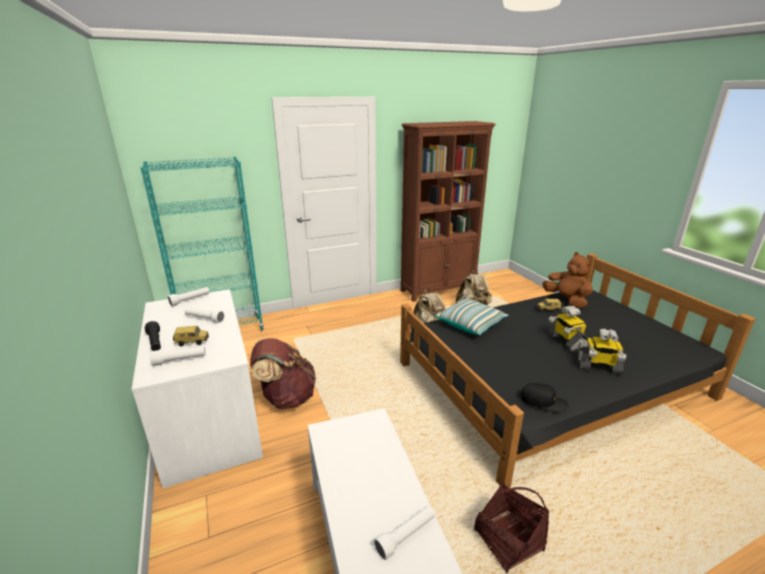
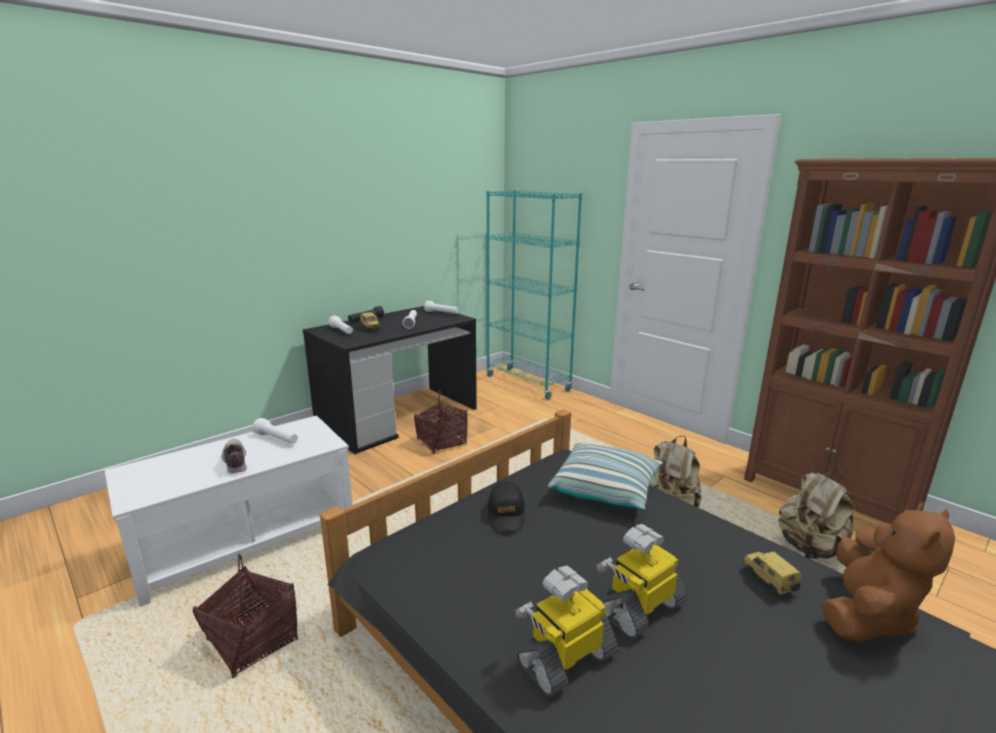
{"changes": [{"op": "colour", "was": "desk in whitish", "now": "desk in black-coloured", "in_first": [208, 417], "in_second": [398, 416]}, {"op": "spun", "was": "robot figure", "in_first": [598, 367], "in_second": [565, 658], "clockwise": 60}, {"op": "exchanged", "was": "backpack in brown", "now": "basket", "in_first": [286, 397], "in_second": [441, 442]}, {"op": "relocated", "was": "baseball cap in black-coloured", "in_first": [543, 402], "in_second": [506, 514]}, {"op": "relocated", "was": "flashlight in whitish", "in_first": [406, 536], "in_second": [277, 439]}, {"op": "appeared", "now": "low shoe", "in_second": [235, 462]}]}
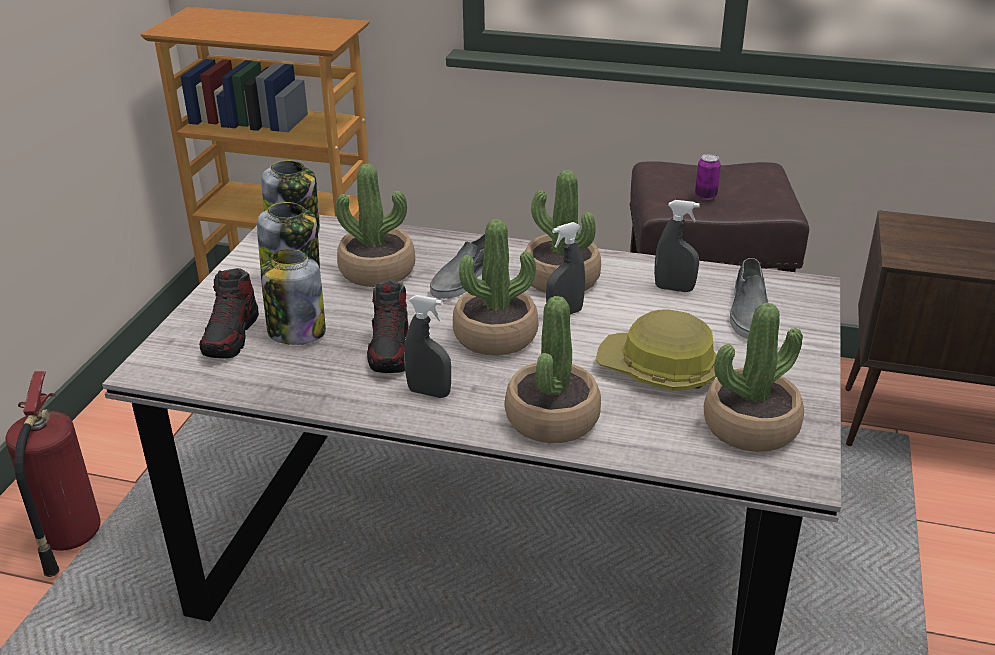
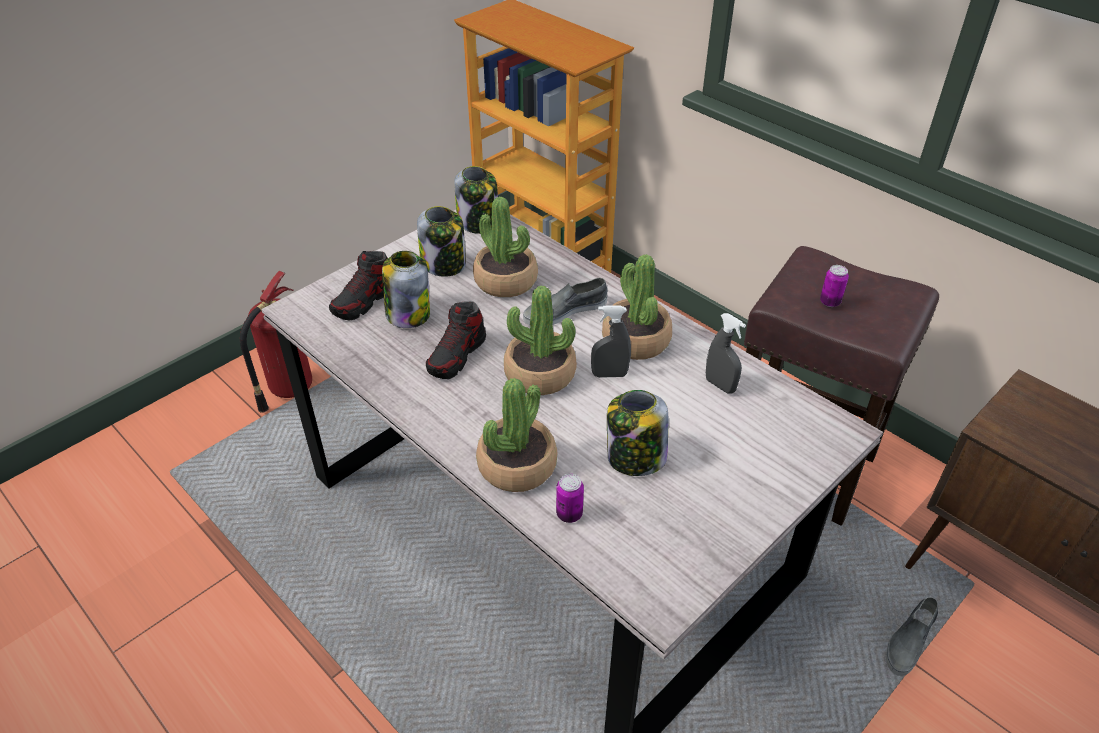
{"changes": [{"op": "relocated", "was": "low shoe in greyish", "in_first": [748, 313], "in_second": [909, 641]}, {"op": "missing", "was": "hand sprayer in greyish", "in_first": [429, 392]}, {"op": "missing", "was": "houseplant", "in_first": [750, 426]}, {"op": "exchanged", "was": "work helmet", "now": "preserve jar", "in_first": [658, 370], "in_second": [635, 458]}, {"op": "appeared", "now": "sealed can", "in_second": [569, 514]}]}
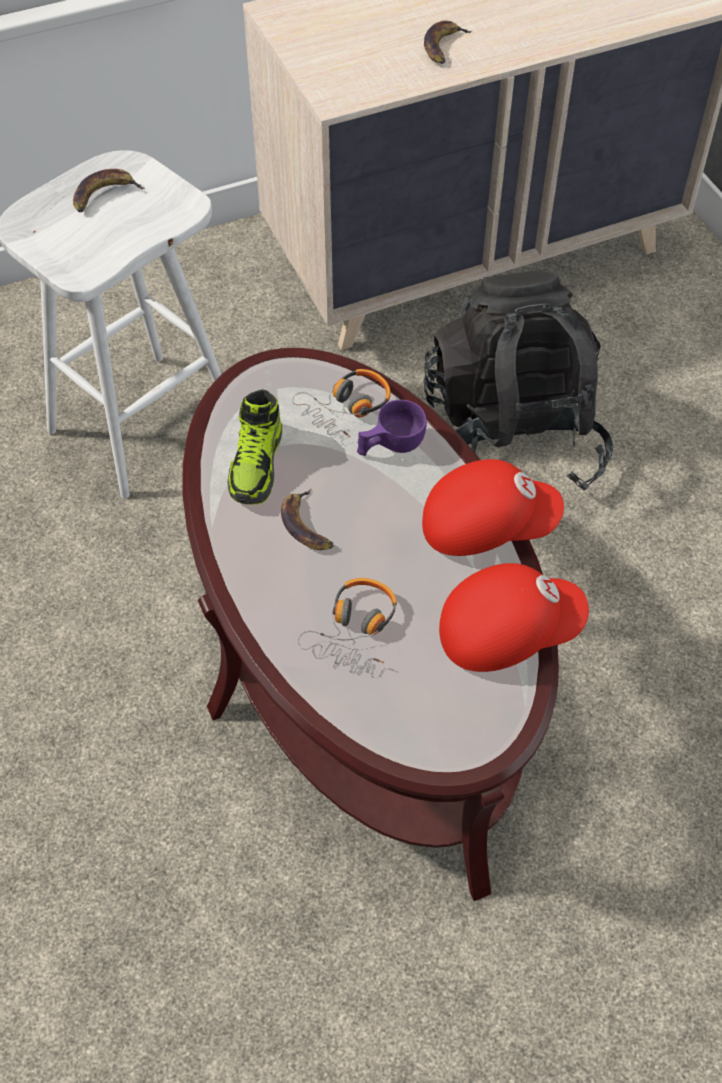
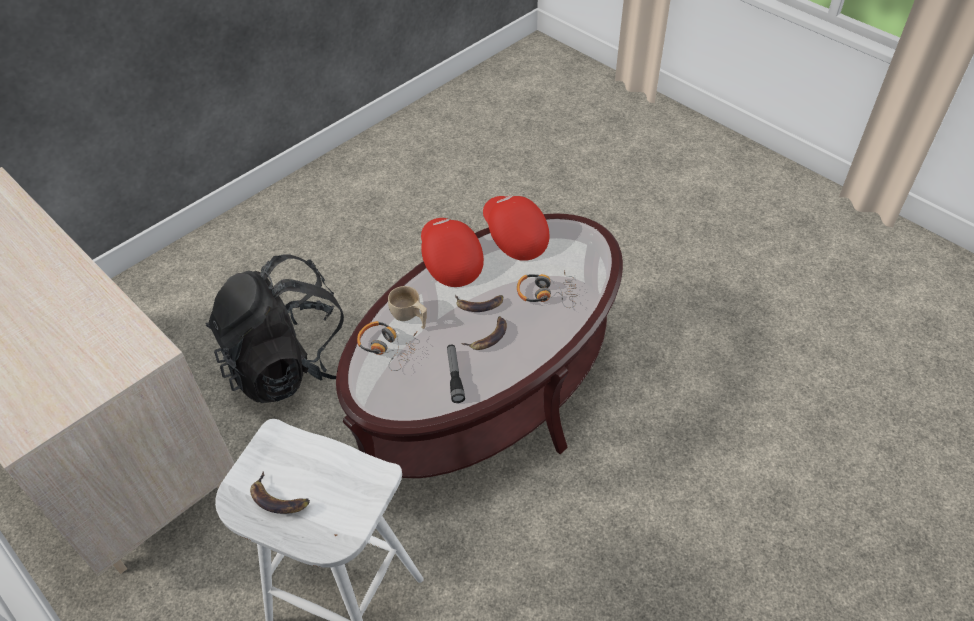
{"changes": [{"op": "relocated", "was": "banana fruit", "in_first": [443, 47], "in_second": [479, 304]}, {"op": "exchanged", "was": "low shoe", "now": "flashlight", "in_first": [257, 465], "in_second": [454, 376]}, {"op": "colour", "was": "drinking cup in purple", "now": "drinking cup in beige-coloured", "in_first": [390, 446], "in_second": [410, 318]}]}
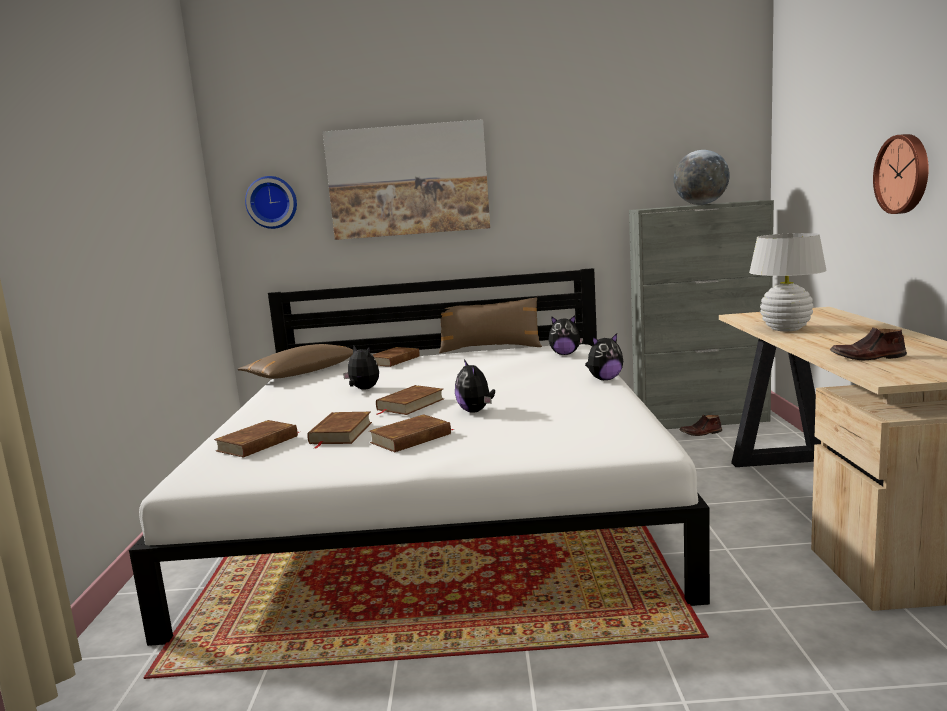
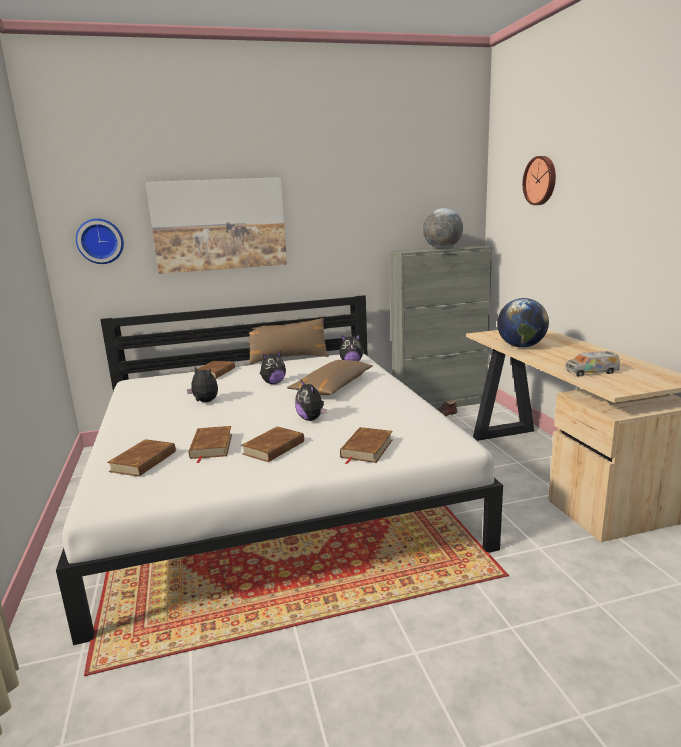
{"changes": [{"op": "relocated", "was": "wall clock", "in_first": [904, 174], "in_second": [541, 180]}, {"op": "exchanged", "was": "lamp for a table in whitish", "now": "world globe", "in_first": [785, 329], "in_second": [521, 346]}, {"op": "exchanged", "was": "low shoe in brown", "now": "toy truck", "in_first": [868, 357], "in_second": [591, 372]}, {"op": "relocated", "was": "plush toy", "in_first": [604, 379], "in_second": [273, 383]}, {"op": "relocated", "was": "throw pillow in brown", "in_first": [302, 372], "in_second": [333, 386]}, {"op": "relocated", "was": "volume in brown", "in_first": [410, 404], "in_second": [366, 448]}]}
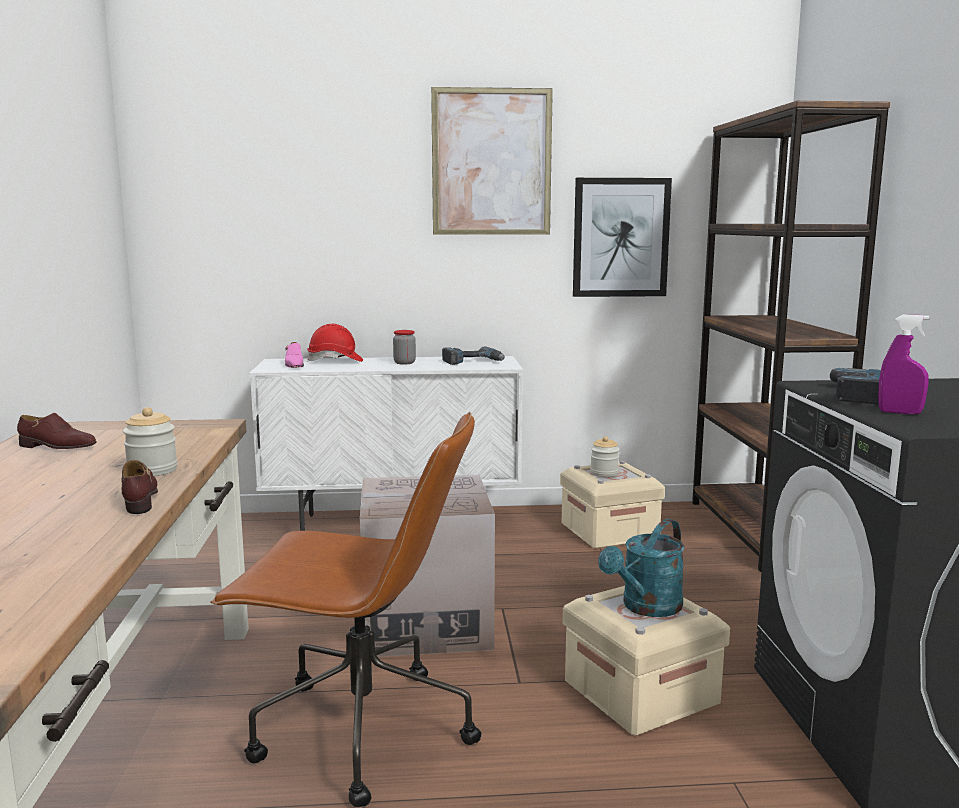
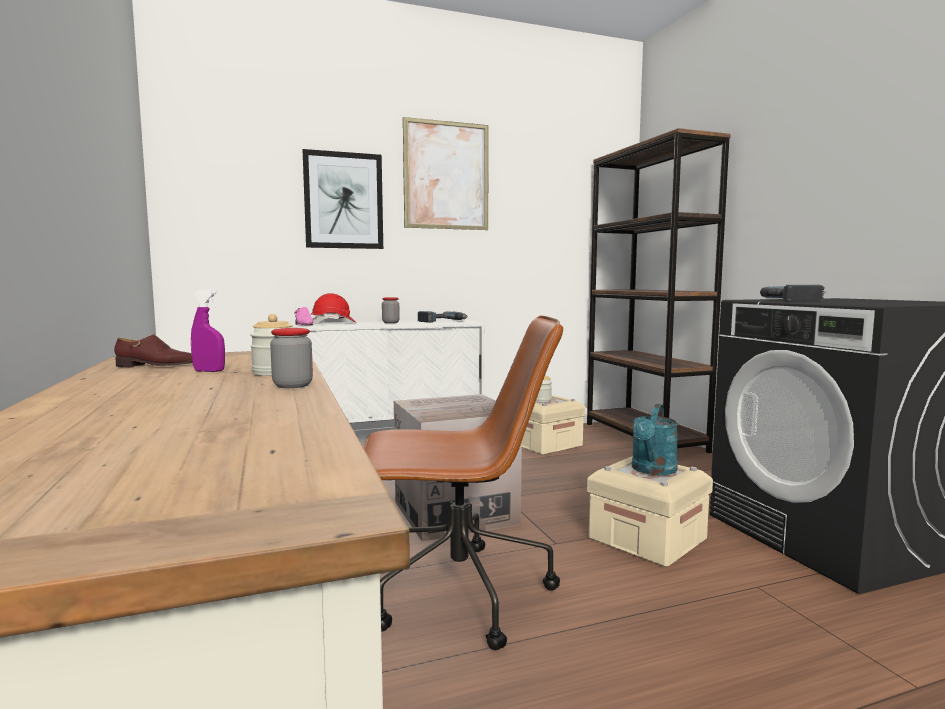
{"changes": [{"op": "relocated", "was": "picture", "in_first": [620, 237], "in_second": [343, 201]}, {"op": "relocated", "was": "hand sprayer in purple", "in_first": [900, 412], "in_second": [209, 371]}, {"op": "exchanged", "was": "low shoe in brown", "now": "preserve jar", "in_first": [140, 499], "in_second": [292, 385]}]}
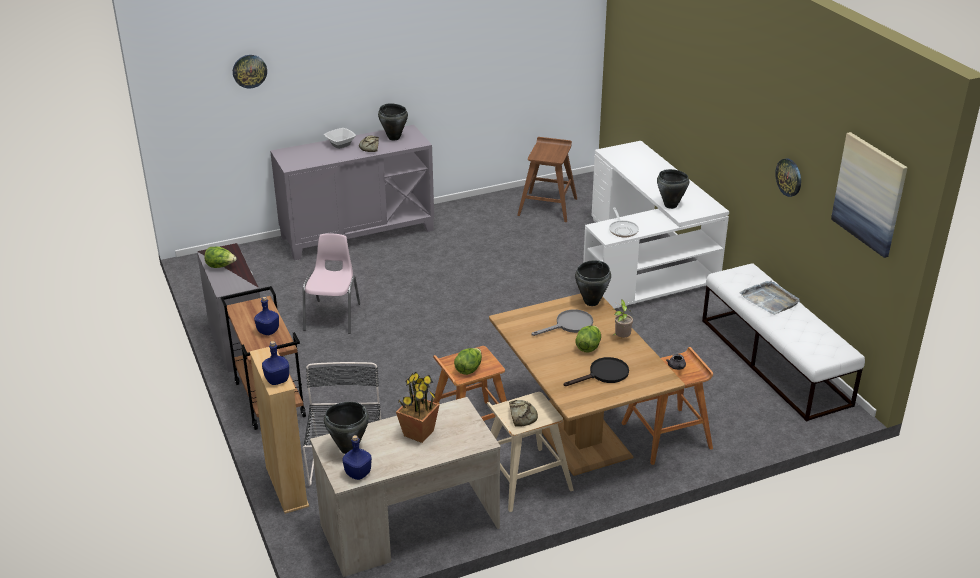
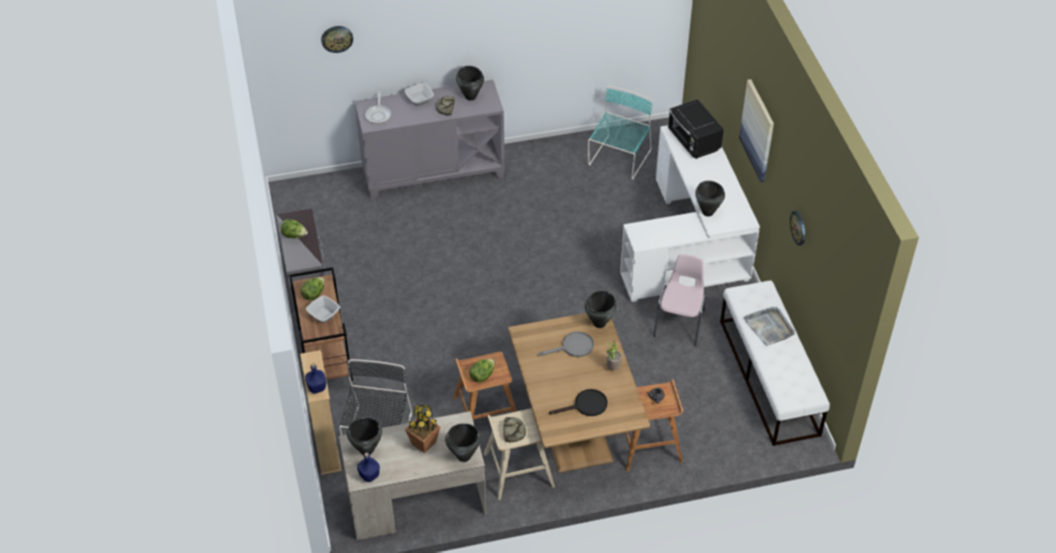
{"changes": [{"op": "relocated", "was": "picture", "in_first": [869, 194], "in_second": [758, 130]}, {"op": "exchanged", "was": "sitting stool in brown", "now": "plain chair in turquoise-coloured", "in_first": [548, 206], "in_second": [618, 159]}, {"op": "relocated", "was": "skillet", "in_first": [623, 230], "in_second": [378, 115]}, {"op": "relocated", "was": "plain chair in pink", "in_first": [333, 316], "in_second": [680, 322]}, {"op": "exchanged", "was": "drink bottle in blue-coloured", "now": "bowl", "in_first": [268, 331], "in_second": [323, 316]}, {"op": "relocated", "was": "lettuce", "in_first": [588, 347], "in_second": [314, 294]}, {"op": "appeared", "now": "microwave in black-coloured", "in_second": [693, 142]}, {"op": "appeared", "now": "cooking pot in black-coloured", "in_second": [464, 456]}]}
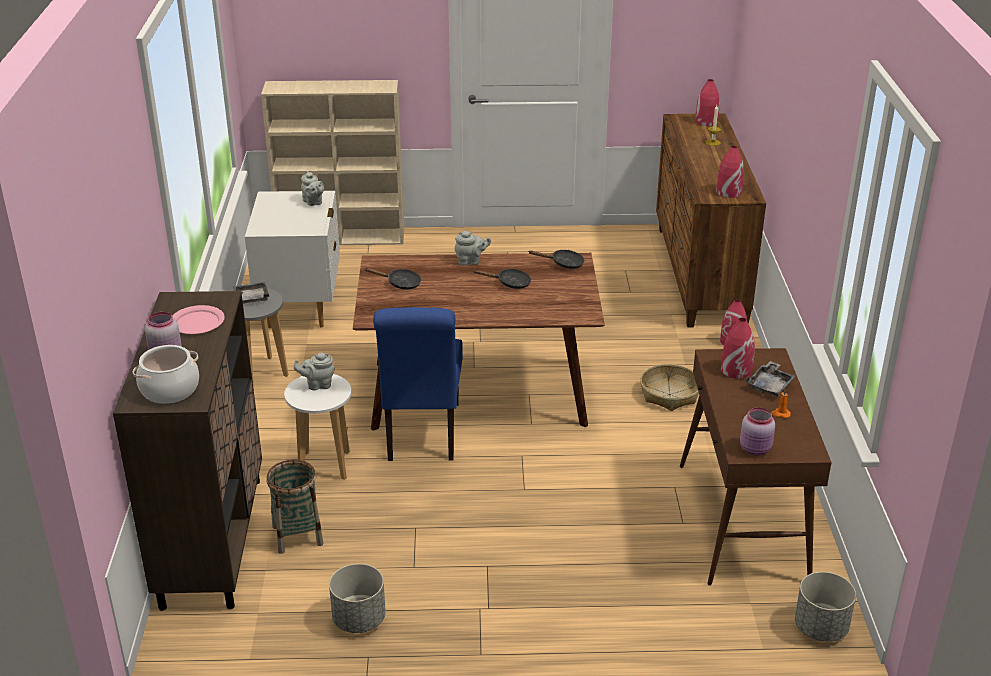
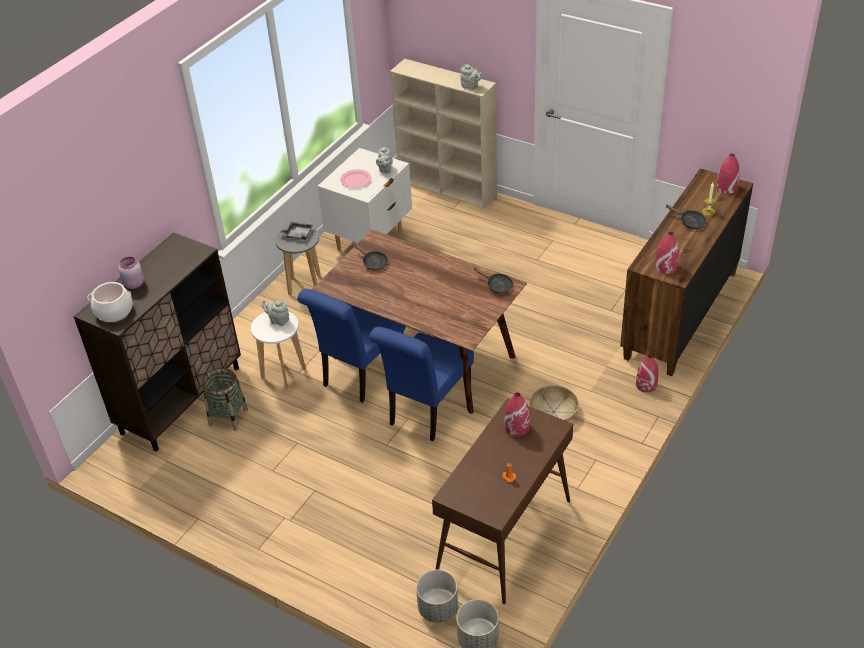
{"changes": [{"op": "relocated", "was": "pot for tea in greyish", "in_first": [471, 261], "in_second": [471, 87]}, {"op": "relocated", "was": "skillet in black-coloured", "in_first": [510, 283], "in_second": [689, 222]}, {"op": "relocated", "was": "dinner plate in pink", "in_first": [197, 323], "in_second": [356, 180]}, {"op": "missing", "was": "serving tray in greyish", "in_first": [770, 385]}, {"op": "missing", "was": "preserve jar in pink", "in_first": [756, 449]}, {"op": "relocated", "was": "flower pot in greyish", "in_first": [358, 619], "in_second": [438, 608]}, {"op": "appeared", "now": "plain chair in blue-coloured", "in_second": [426, 412]}]}
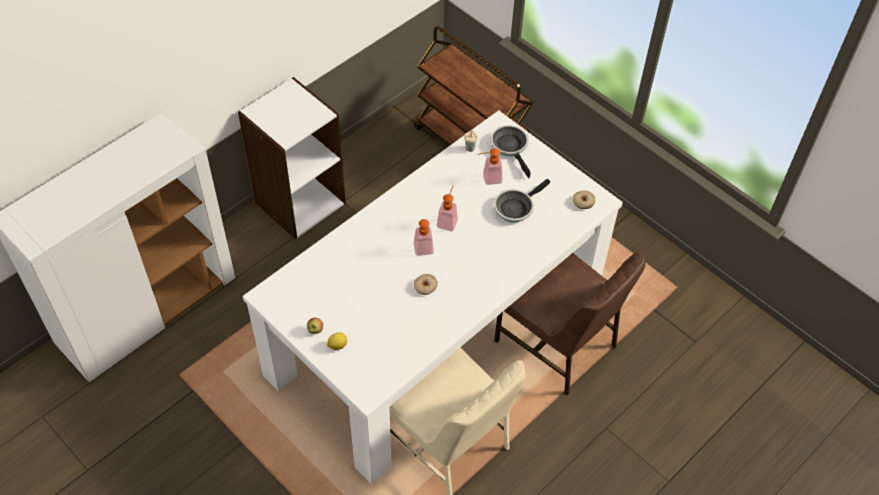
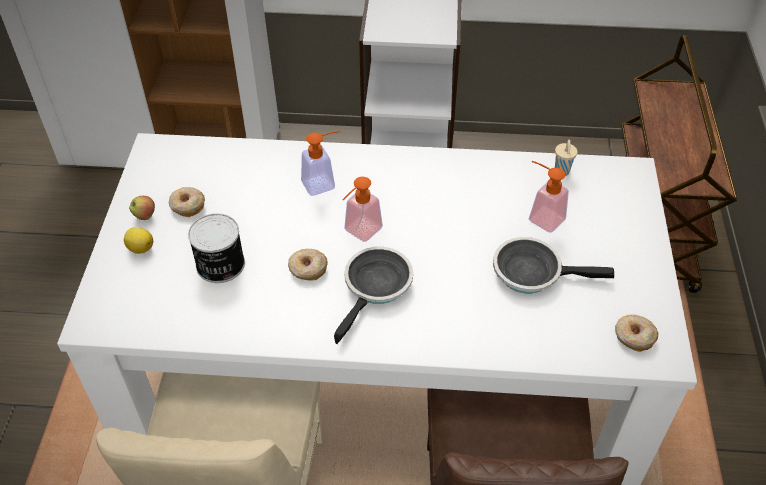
{"changes": [{"op": "relocated", "was": "skillet", "in_first": [511, 147], "in_second": [376, 287]}, {"op": "relocated", "was": "soap dispenser", "in_first": [448, 220], "in_second": [324, 183]}, {"op": "appeared", "now": "doughnut", "in_second": [187, 206]}, {"op": "appeared", "now": "sealed can", "in_second": [220, 265]}]}
